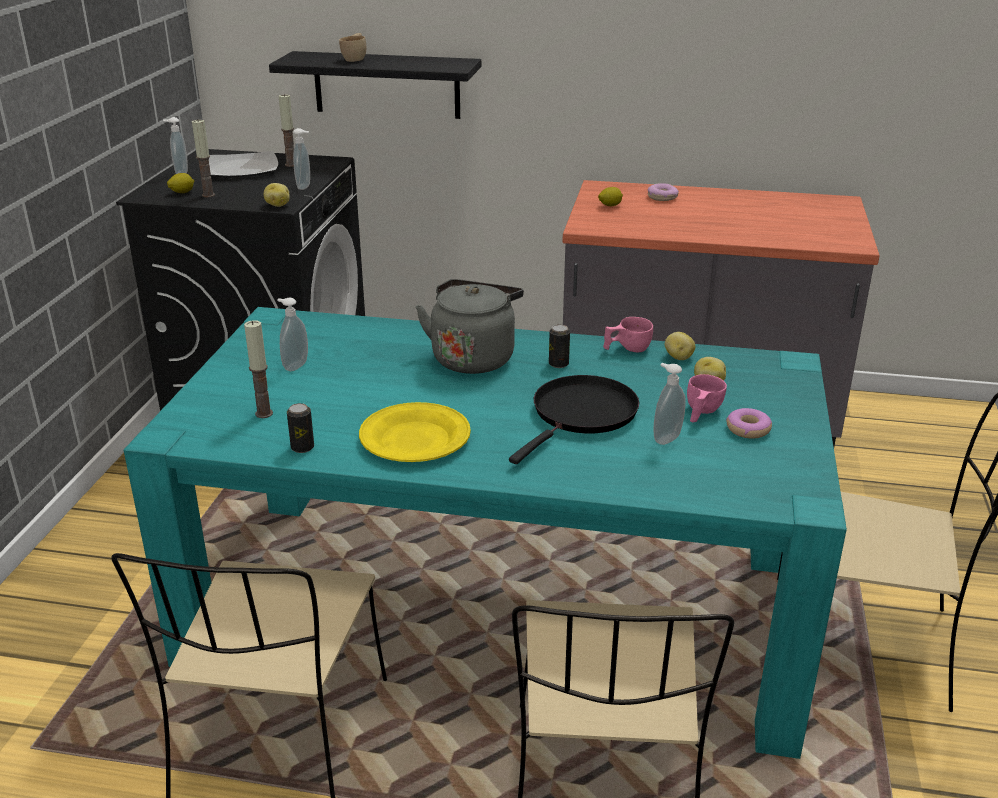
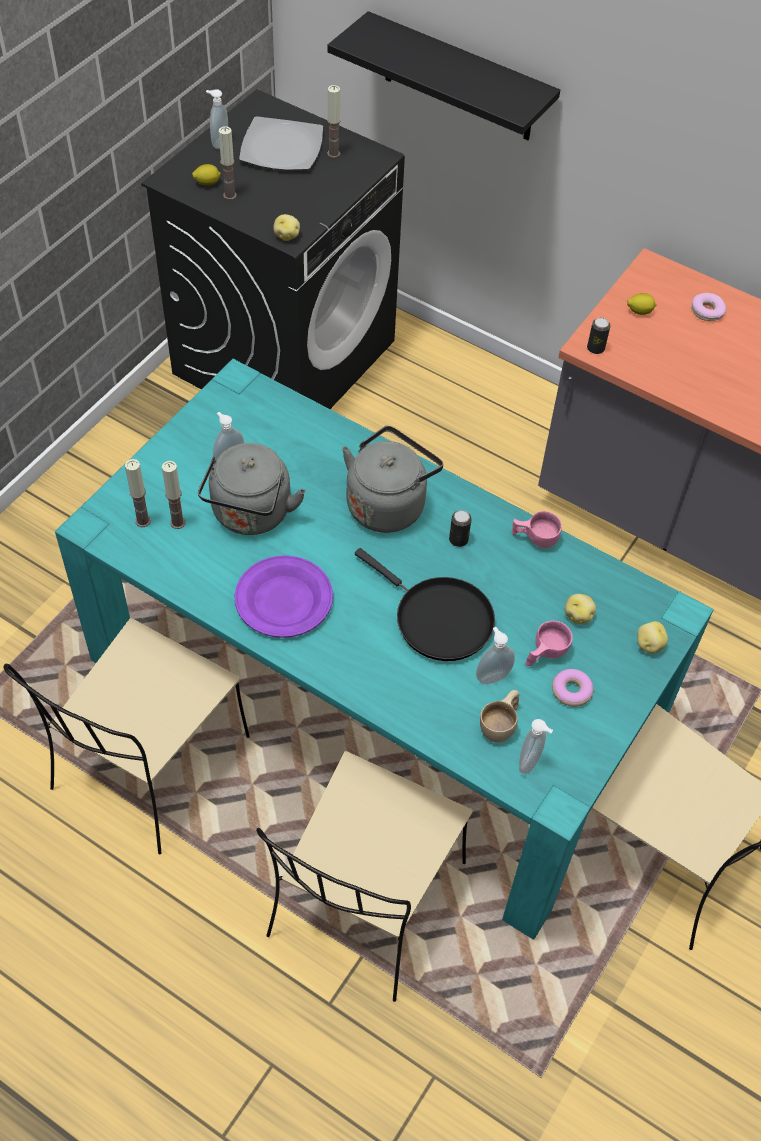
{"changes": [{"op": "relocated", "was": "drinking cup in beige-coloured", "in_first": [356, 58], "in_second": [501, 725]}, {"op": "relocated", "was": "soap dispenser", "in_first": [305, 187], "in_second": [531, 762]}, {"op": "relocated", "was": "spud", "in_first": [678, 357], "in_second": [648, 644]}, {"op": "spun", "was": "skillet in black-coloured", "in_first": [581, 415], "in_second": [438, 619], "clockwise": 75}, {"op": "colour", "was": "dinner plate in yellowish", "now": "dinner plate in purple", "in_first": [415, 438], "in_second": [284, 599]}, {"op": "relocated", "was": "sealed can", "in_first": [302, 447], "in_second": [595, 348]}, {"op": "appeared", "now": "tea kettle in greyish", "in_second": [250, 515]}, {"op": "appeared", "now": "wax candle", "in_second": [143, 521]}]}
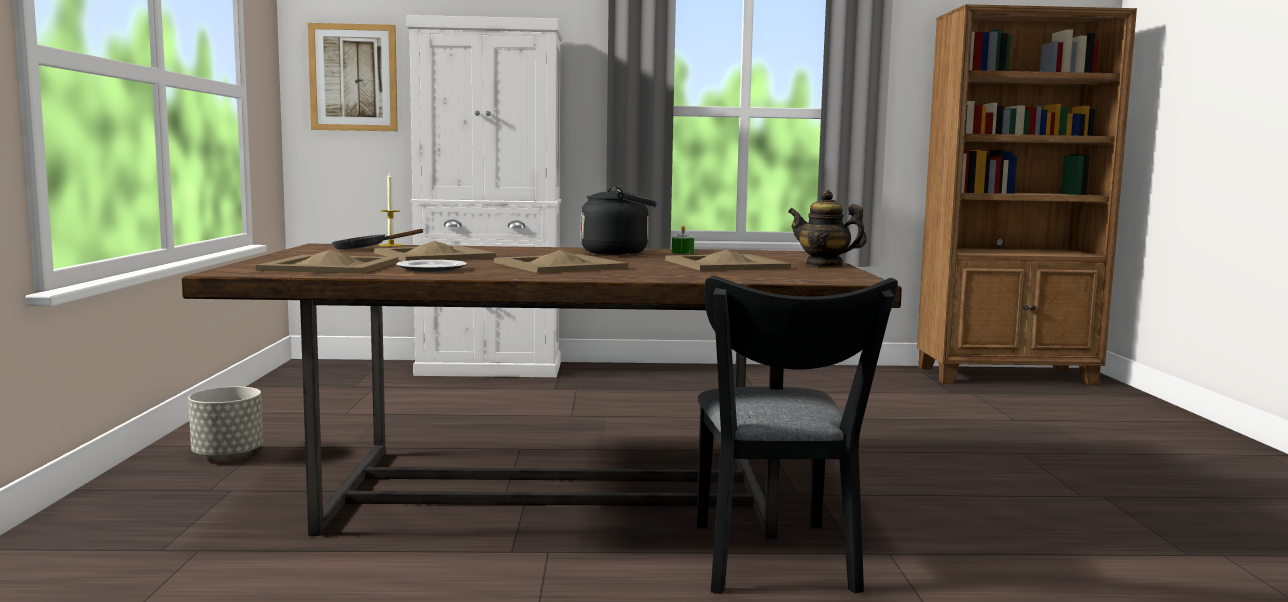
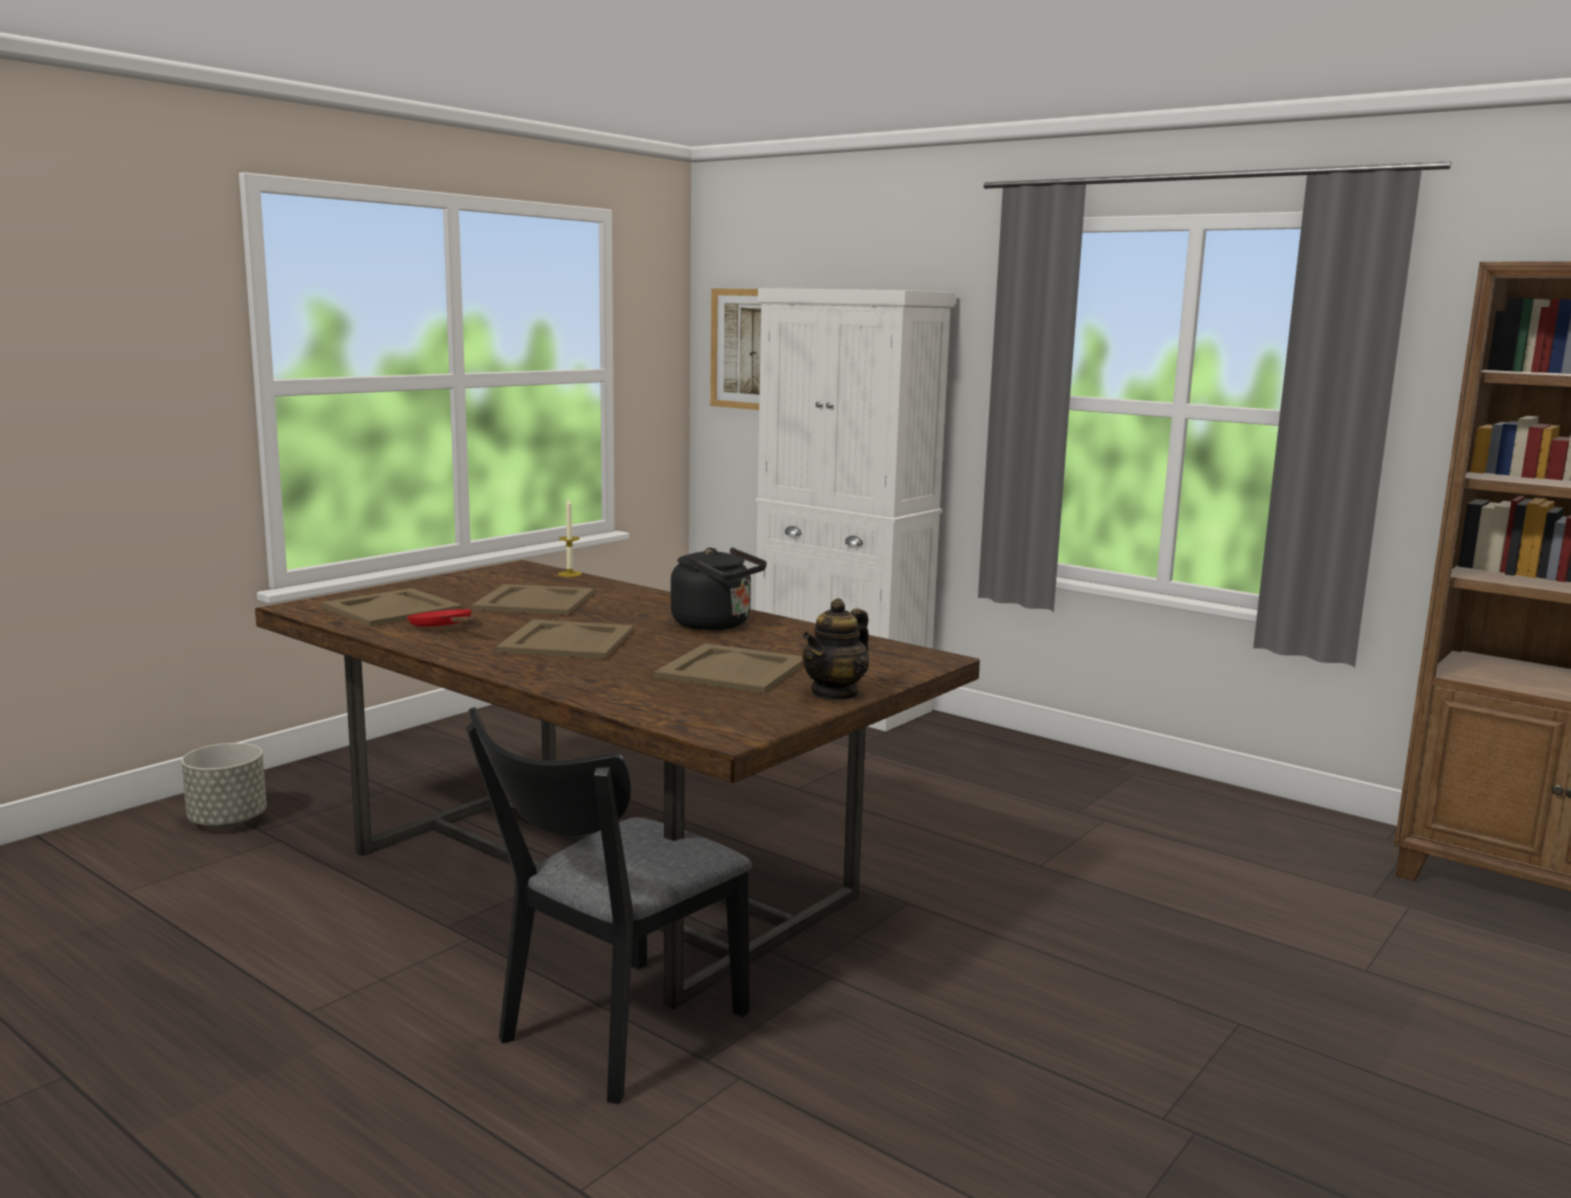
{"changes": [{"op": "spun", "was": "pot for tea", "in_first": [824, 265], "in_second": [835, 693], "clockwise": -120}, {"op": "missing", "was": "wax candle in green", "in_first": [682, 252]}, {"op": "missing", "was": "skillet in black-coloured", "in_first": [366, 249]}, {"op": "exchanged", "was": "dinner plate", "now": "skillet in red", "in_first": [432, 269], "in_second": [443, 628]}, {"op": "relocated", "was": "flower pot in greyish", "in_first": [228, 455], "in_second": [227, 821]}]}
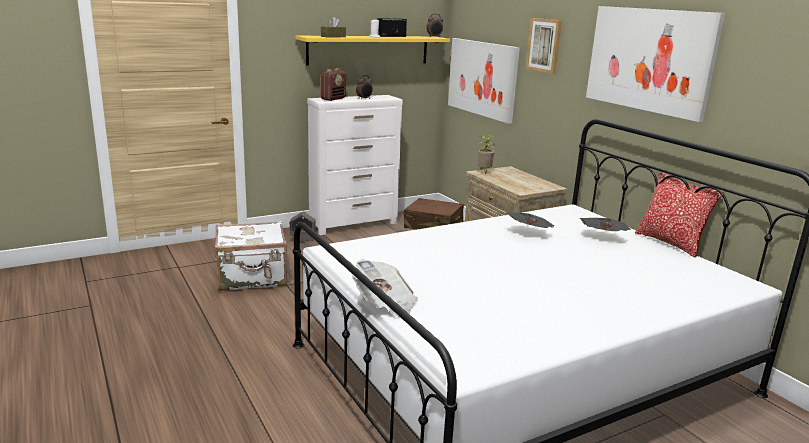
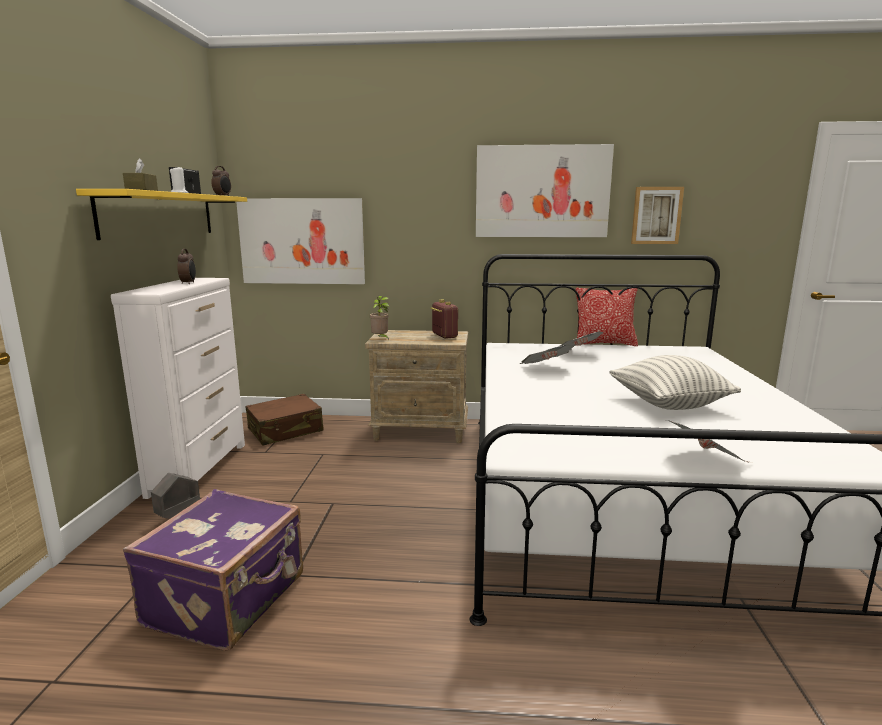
{"changes": [{"op": "relocated", "was": "picture", "in_first": [544, 45], "in_second": [656, 215]}, {"op": "relocated", "was": "radio set", "in_first": [333, 99], "in_second": [444, 335]}, {"op": "colour", "was": "suitcase in whitish", "now": "suitcase in purple", "in_first": [252, 278], "in_second": [228, 600]}, {"op": "appeared", "now": "throw pillow", "in_second": [669, 404]}]}
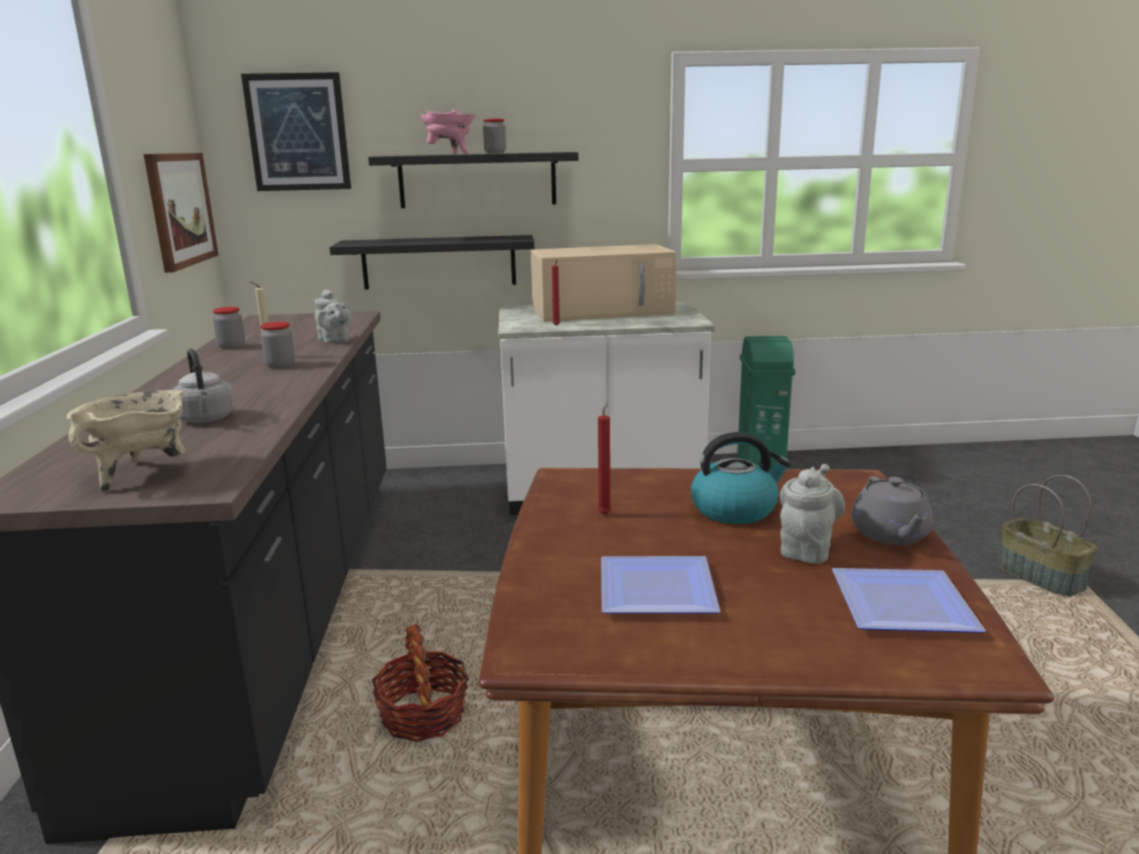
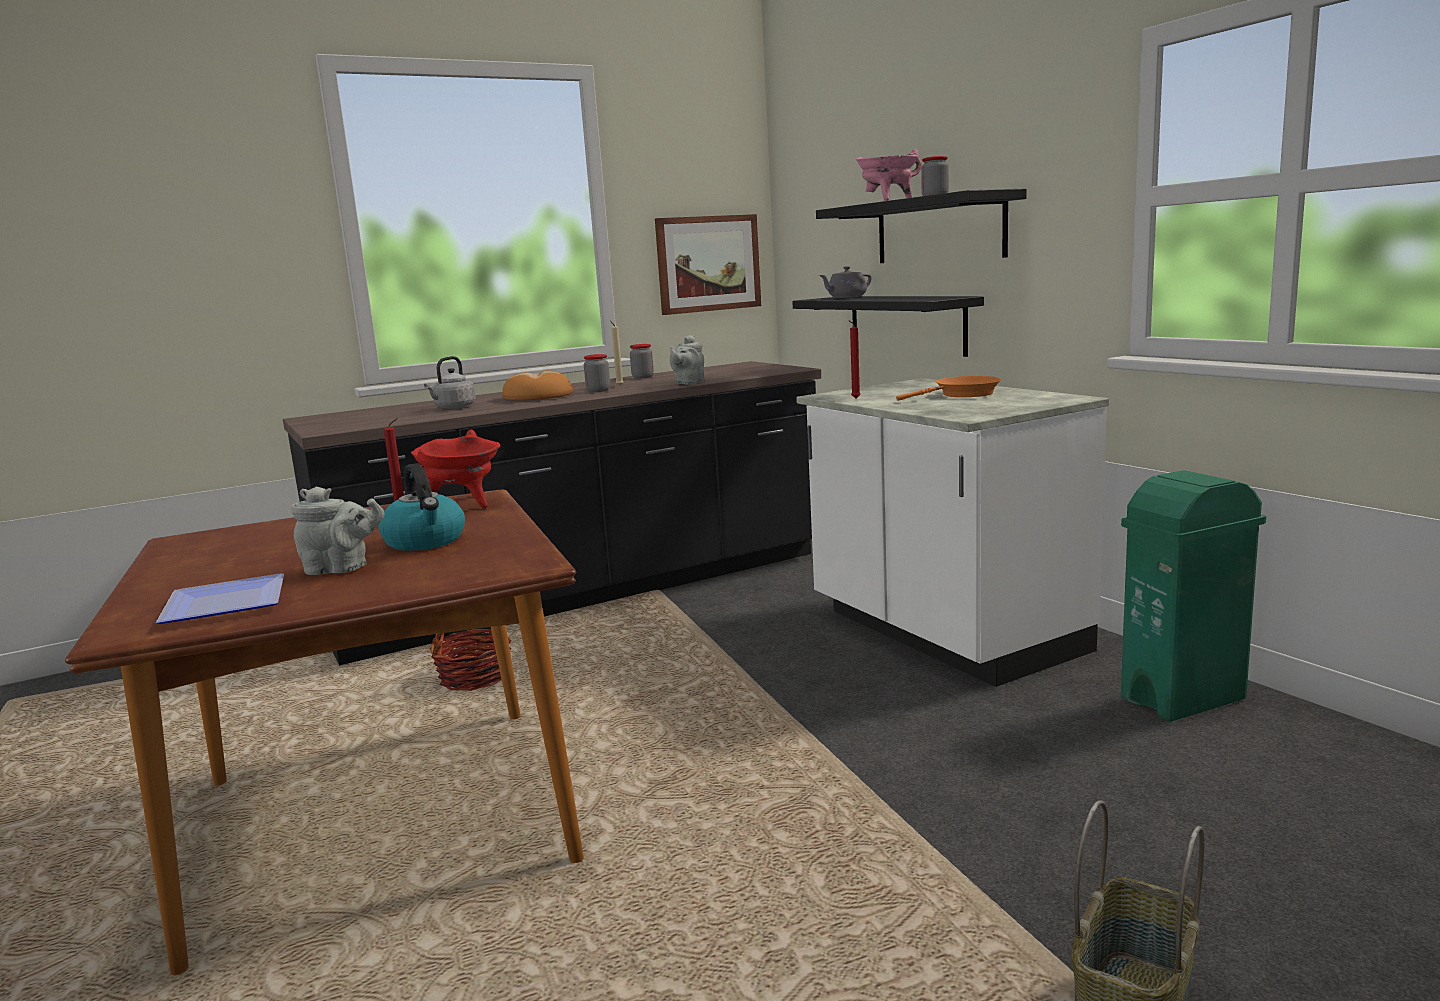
{"changes": [{"op": "missing", "was": "picture", "in_first": [298, 132]}, {"op": "exchanged", "was": "microwave in beige-coloured", "now": "skillet in orange", "in_first": [604, 311], "in_second": [962, 394]}, {"op": "missing", "was": "cooking pot in beige-coloured", "in_first": [142, 474]}, {"op": "relocated", "was": "pot for tea in greyish", "in_first": [890, 535], "in_second": [846, 297]}, {"op": "missing", "was": "dinner plate", "in_first": [660, 588]}, {"op": "appeared", "now": "bakery bread", "in_second": [539, 396]}, {"op": "appeared", "now": "cooking pot in red", "in_second": [464, 504]}]}
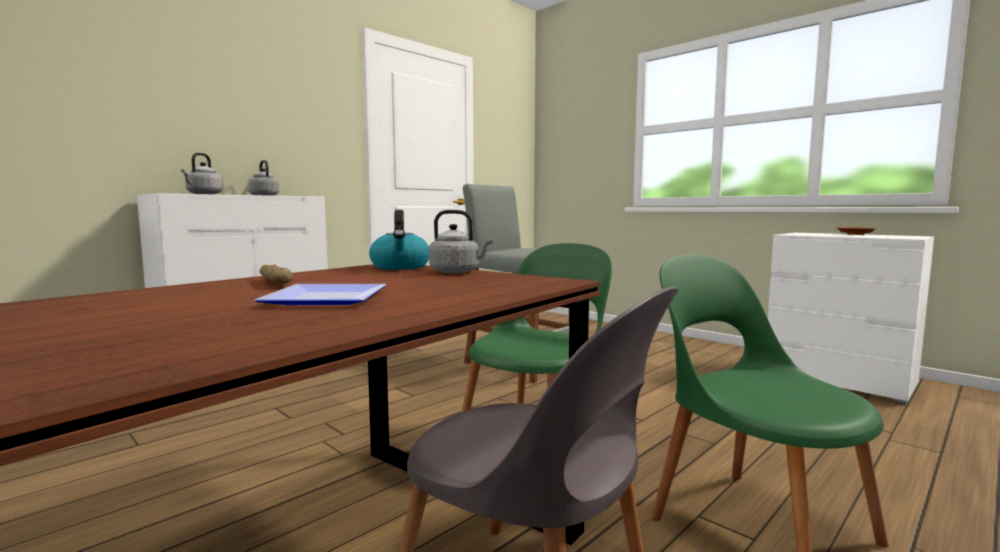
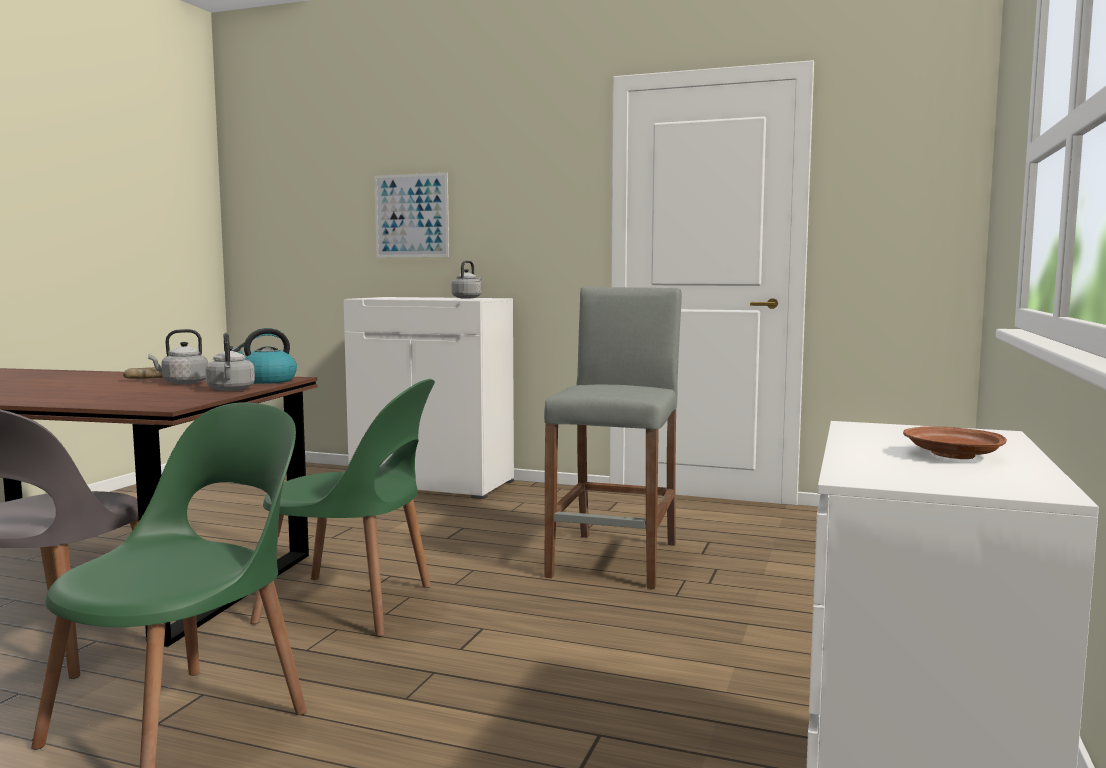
{"changes": [{"op": "relocated", "was": "tea kettle in greyish", "in_first": [203, 194], "in_second": [182, 383]}, {"op": "missing", "was": "dinner plate", "in_first": [321, 300]}, {"op": "appeared", "now": "picture", "in_second": [411, 216]}]}
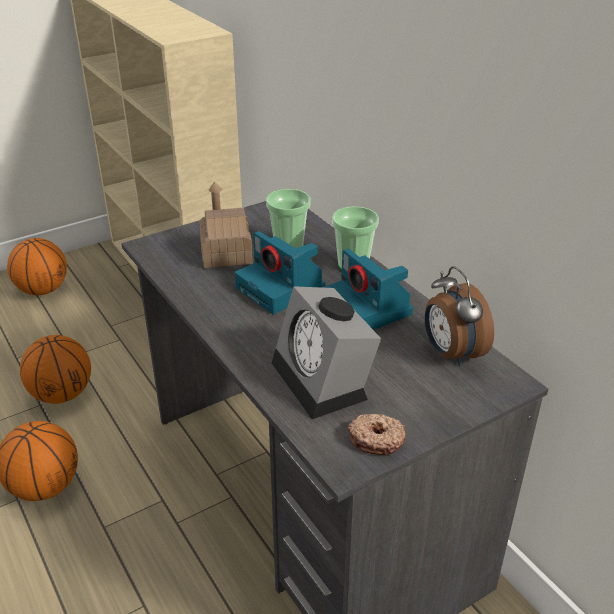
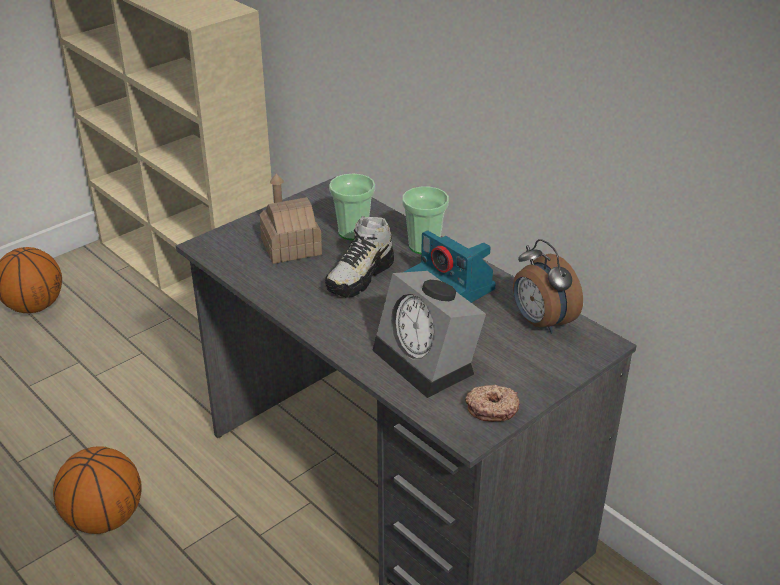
{"changes": [{"op": "exchanged", "was": "still camera", "now": "low shoe", "in_first": [282, 289], "in_second": [360, 277]}, {"op": "missing", "was": "basketball", "in_first": [62, 395]}]}
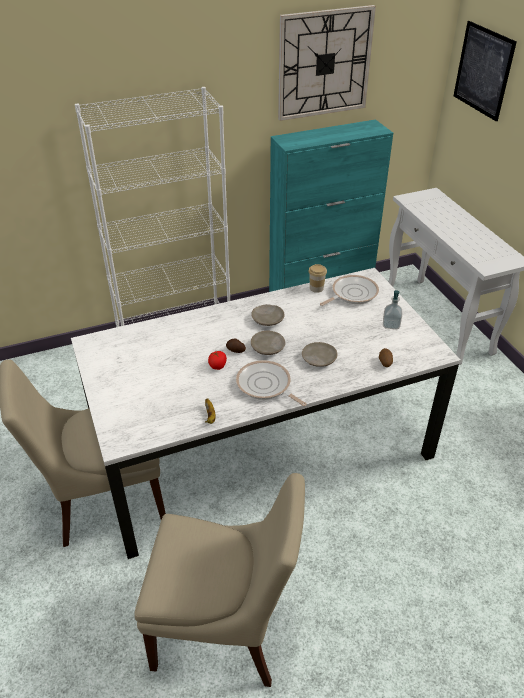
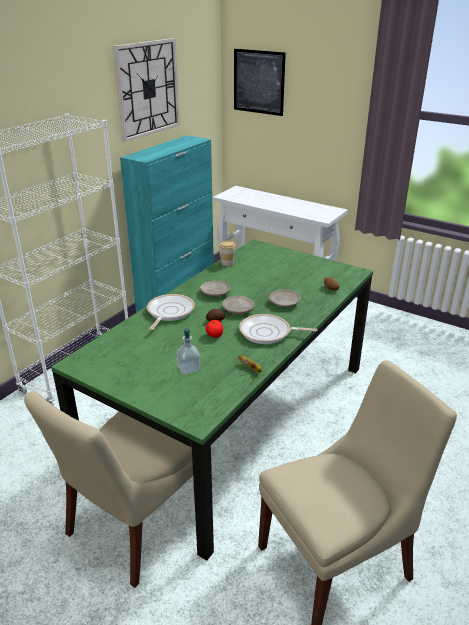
{"changes": [{"op": "colour", "was": "dinner table in whitish", "now": "dinner table in green", "in_first": [261, 447], "in_second": [234, 419]}, {"op": "relocated", "was": "skillet", "in_first": [352, 294], "in_second": [169, 312]}, {"op": "relocated", "was": "soap dispenser", "in_first": [391, 324], "in_second": [188, 368]}]}
